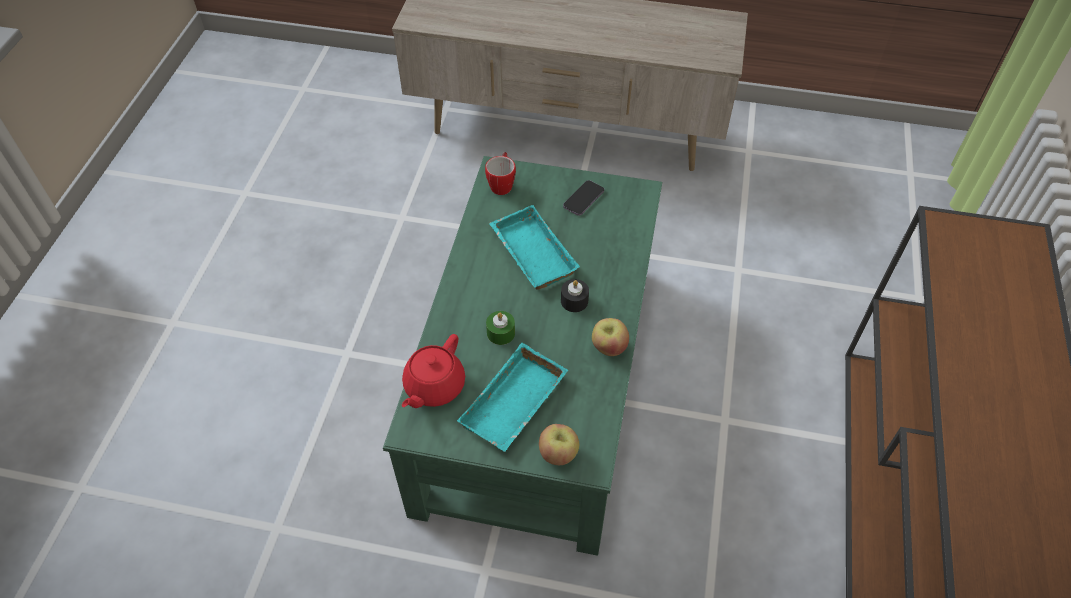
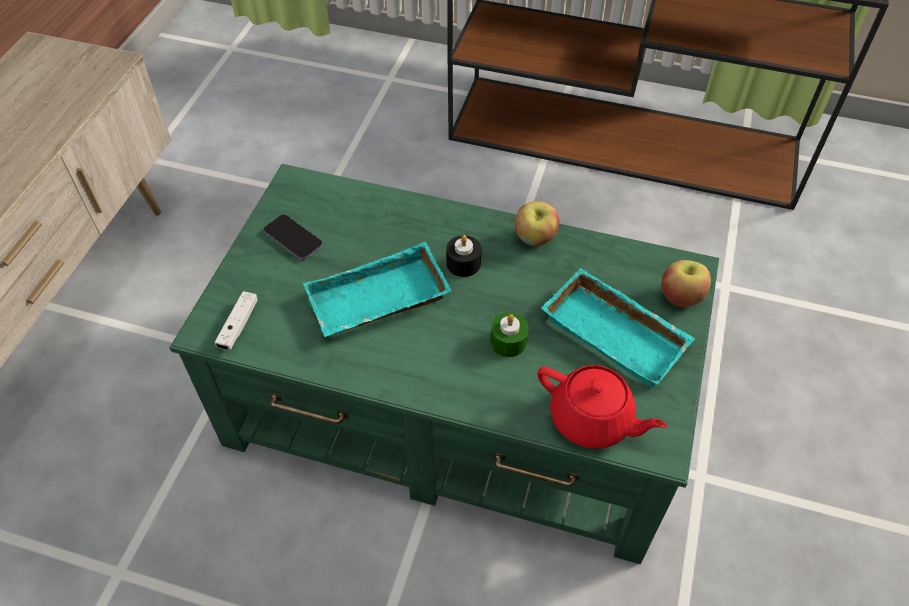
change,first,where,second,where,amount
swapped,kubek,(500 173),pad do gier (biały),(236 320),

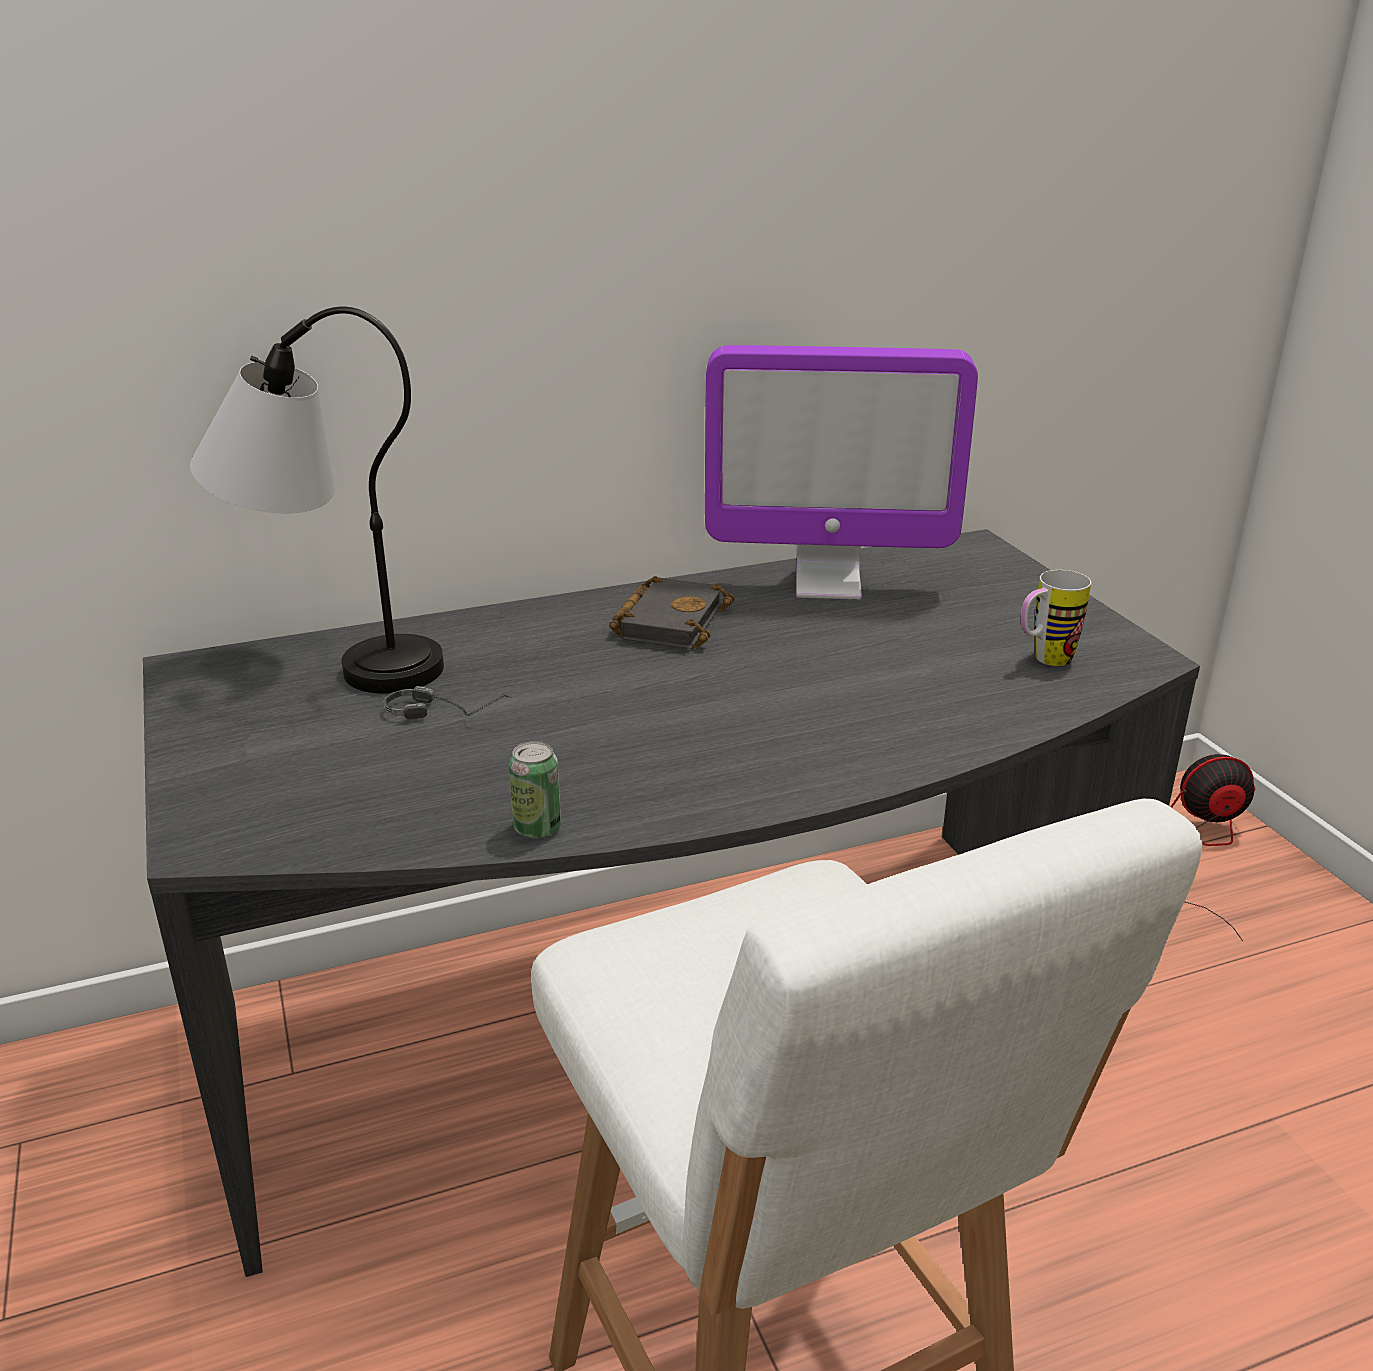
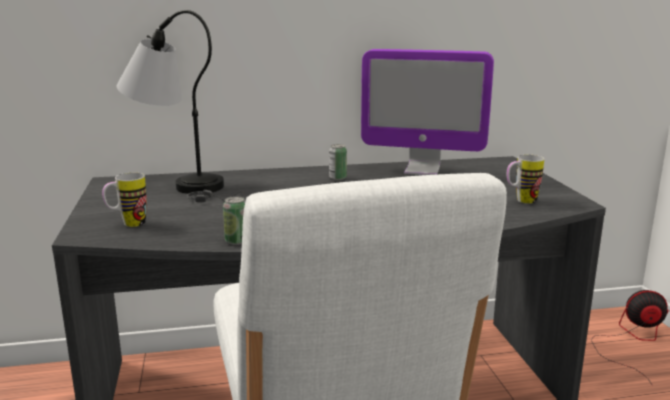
change,first,where,second,where,amount
swapped,książka (czarny),(672 612),puszka,(338 162),
new,,,kubek,(124 200),

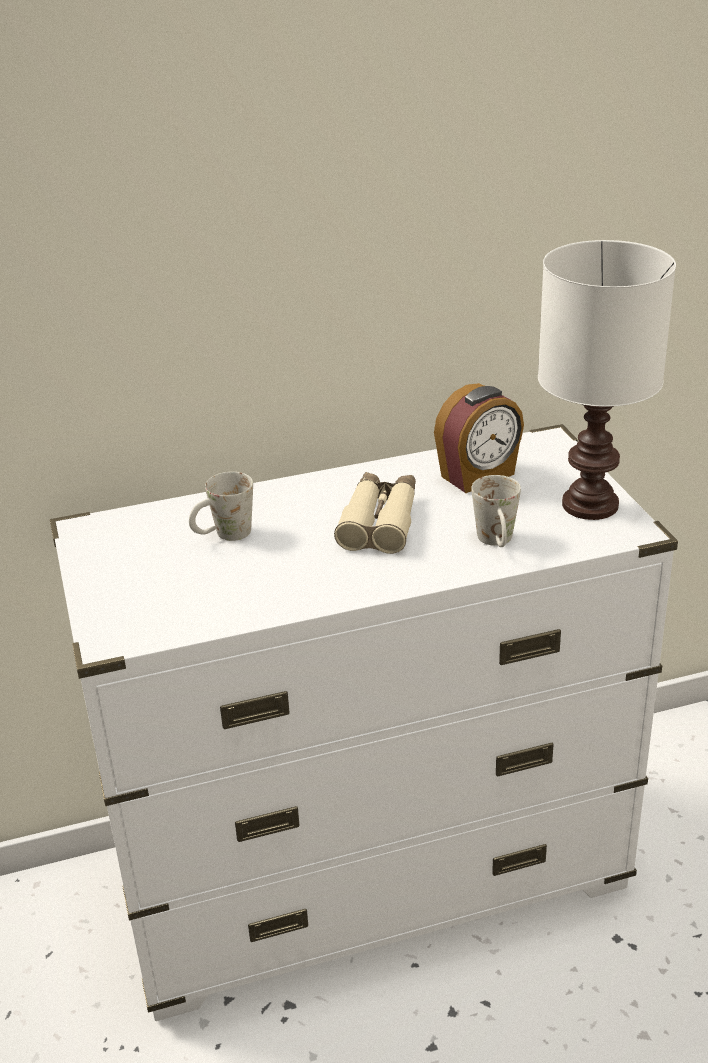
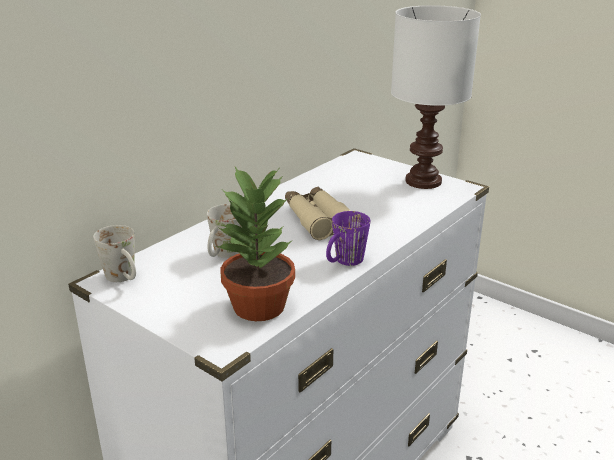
change,first,where,second,where,amount
gone,budzik,(479 438),,,
shifted,kubek (biały),(496 511),,(114 253),
new,,,roślina doniczkowa,(255 244),
new,,,kubek (fioletowy),(348 238),

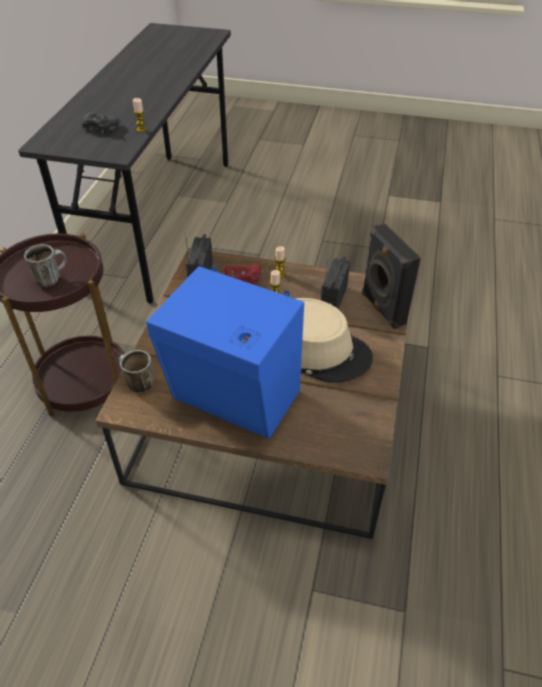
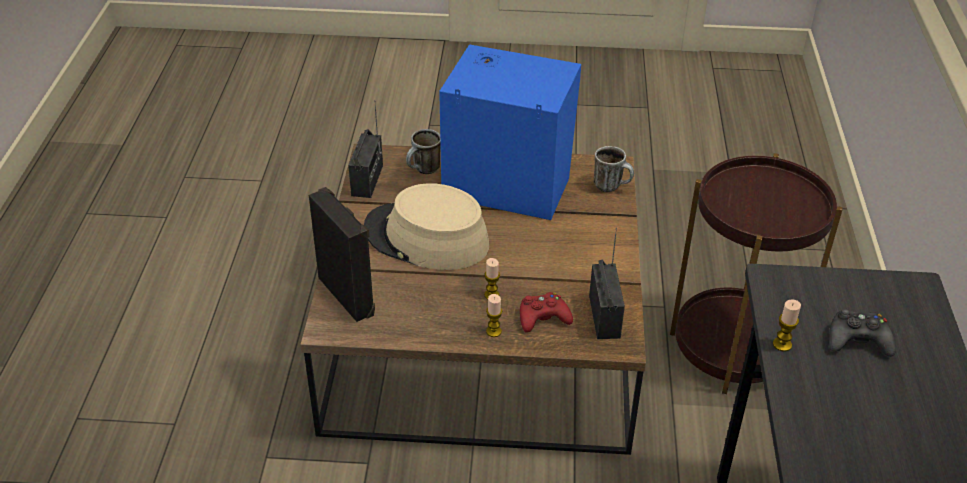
change,first,where,second,where,amount
shifted,kubek,(45 265),,(423 151),
shifted,radio,(335 282),,(365 149),

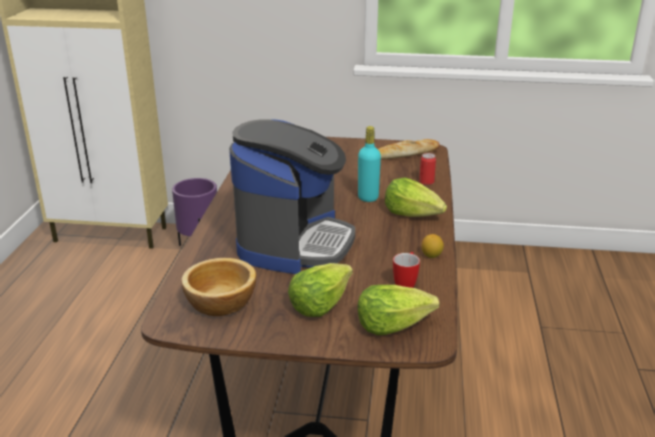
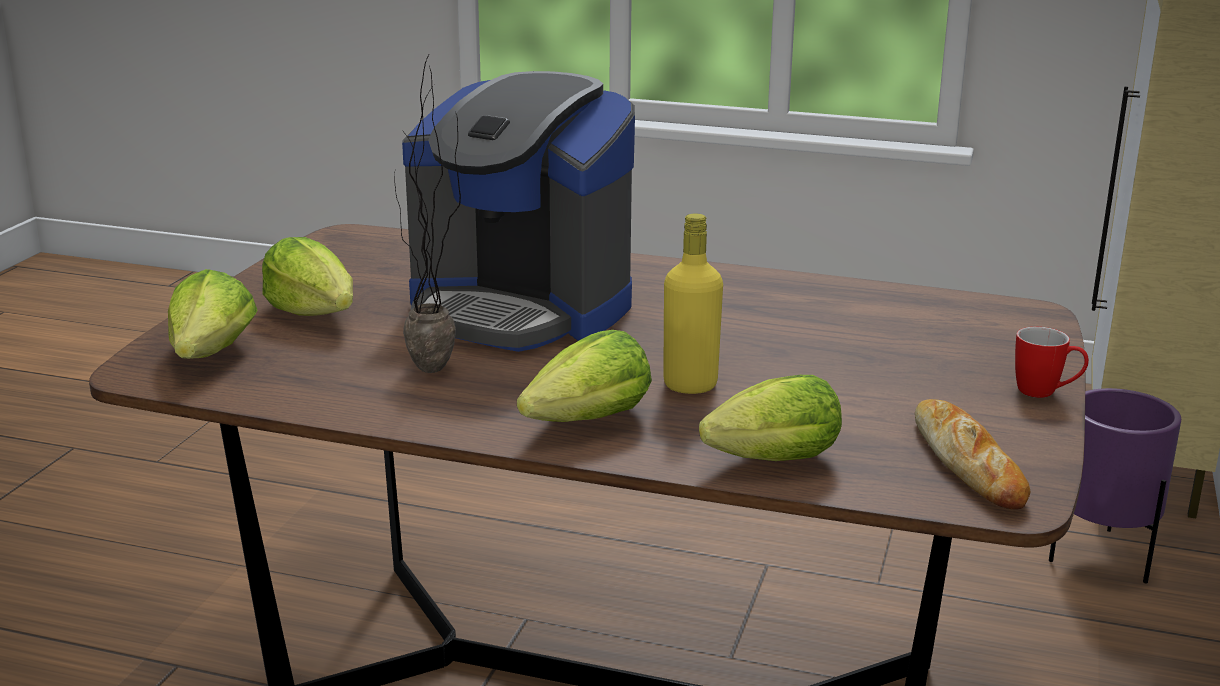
change,first,where,second,where,amount
gone,miska,(218 287),,,
repainted,butelka (turkusowy),(369 164),butelka (żółty),(693 303),
shifted,kubek,(406 270),,(1052 362),
swapped,puszka,(427 169),sałata,(770 418),
gone,cytryna,(433 246),,,
new,,,roślina doniczkowa,(427 213),

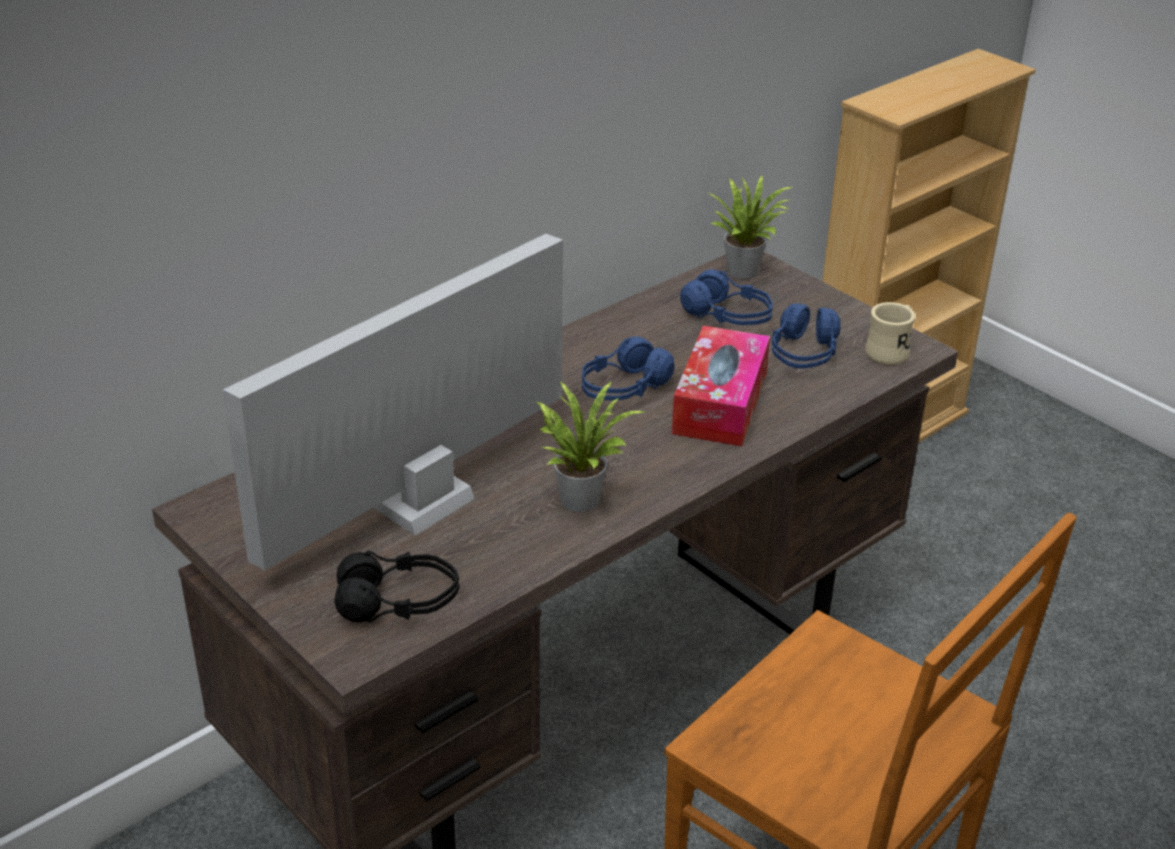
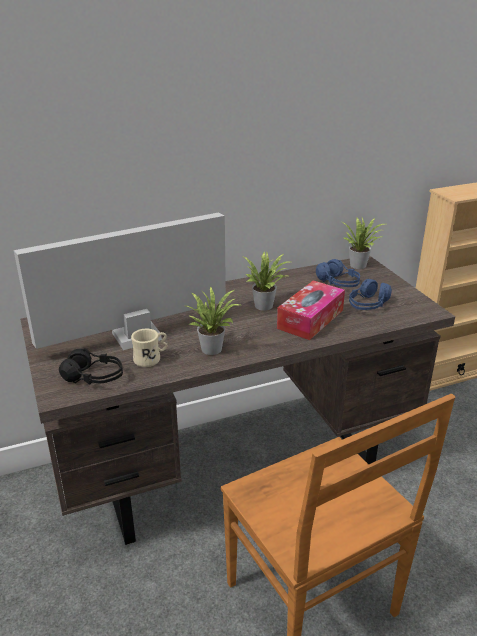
change,first,where,second,where,amount
swapped,słuchawki (niebieski),(628 368),roślina doniczkowa,(267 281),
shifted,kubek (beżowy),(890 333),,(149 348),

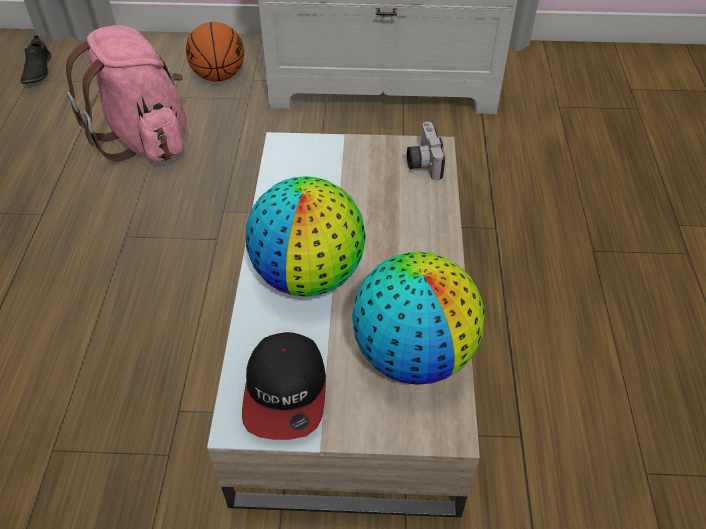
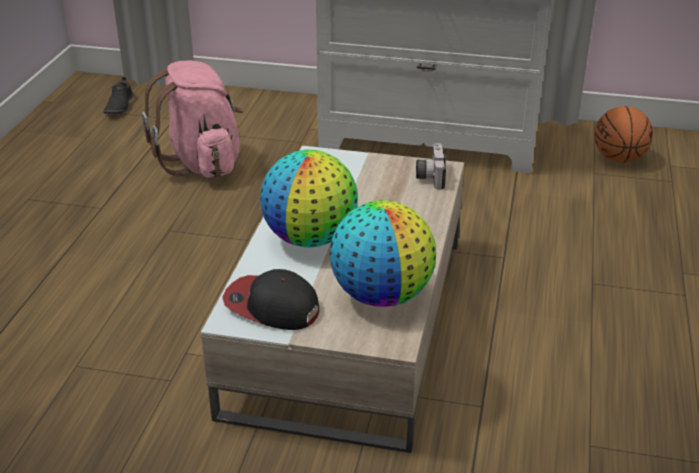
change,first,where,second,where,amount
shifted,piłka do koszykówki,(215 52),,(624 134),
rotated,czapka z daszkiem,(284 386),,(270 299),105 degrees clockwise

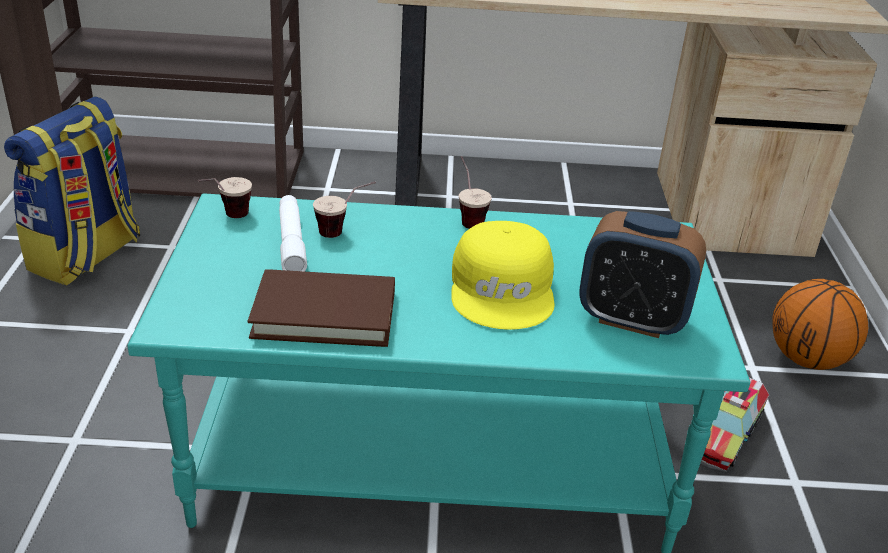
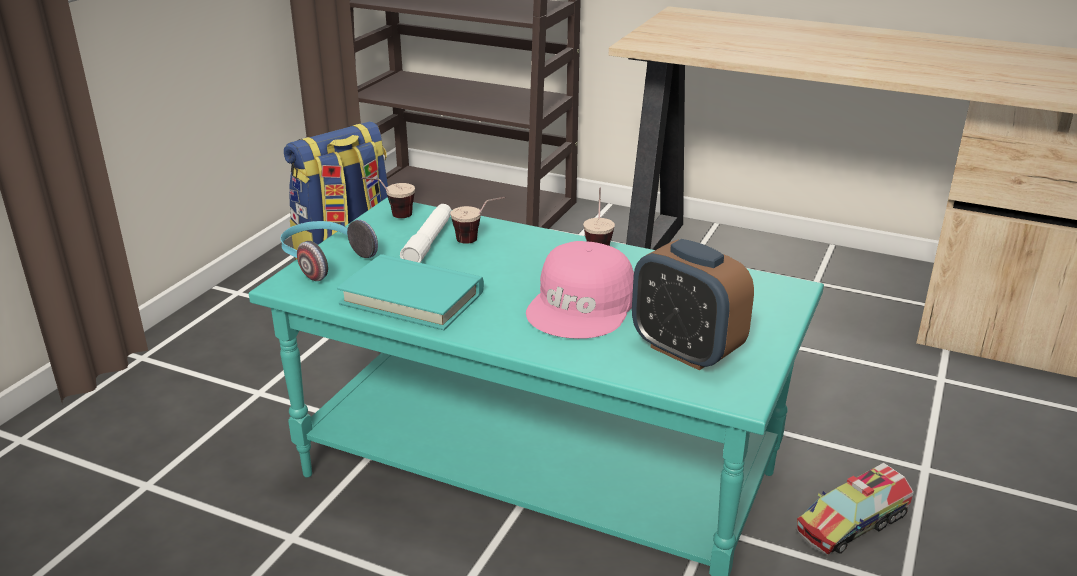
change,first,where,second,where,amount
repainted,książka (brązowy),(321 308),książka (turkusowy),(410 292),
repainted,czapka z daszkiem (żółty),(503 275),czapka z daszkiem (różowy),(580 290),
gone,piłka do koszykówki,(820 324),,,
new,,,słuchawki,(329 250),

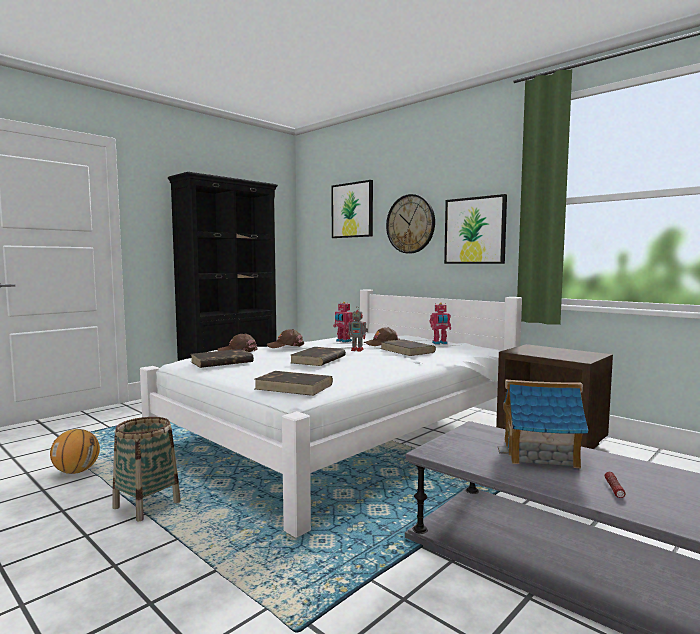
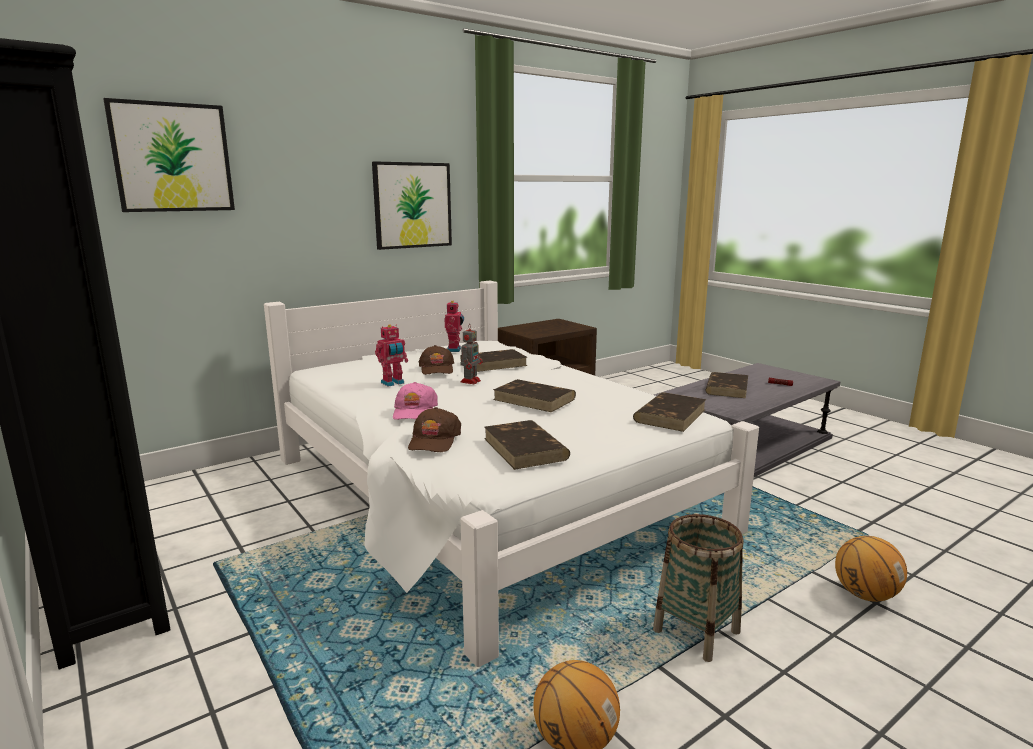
change,first,where,second,where,amount
repainted,czapka z daszkiem (brązowy),(285 338),czapka z daszkiem (różowy),(415 401),
gone,zegar ścienny,(410 224),,,
swapped,domek,(543 423),książka (brązowy),(726 385),
new,,,piłka do koszykówki,(871 569),

